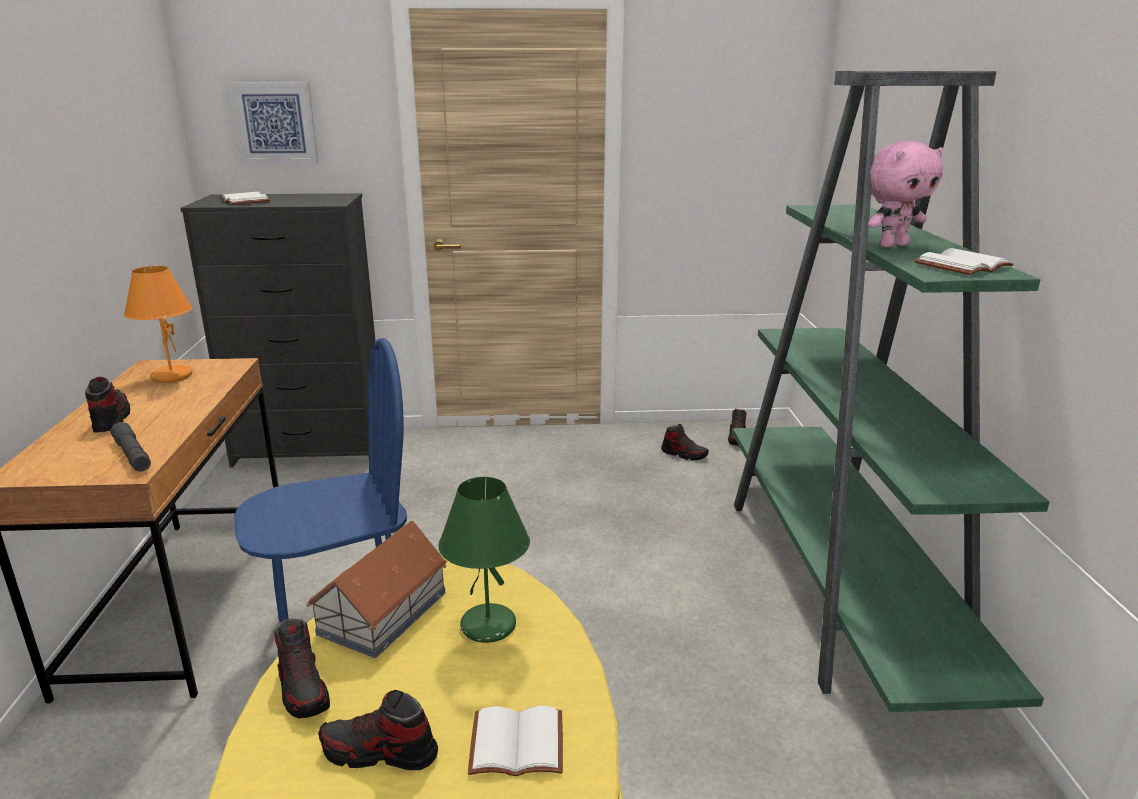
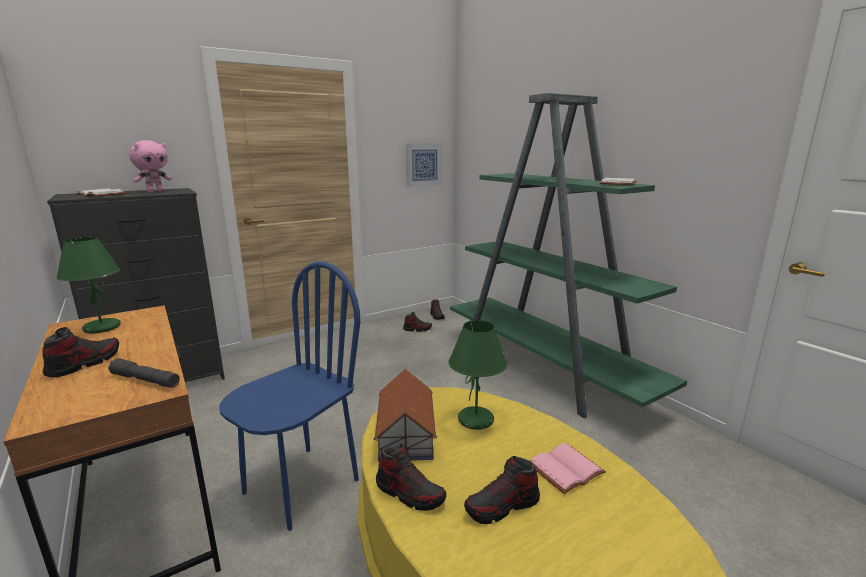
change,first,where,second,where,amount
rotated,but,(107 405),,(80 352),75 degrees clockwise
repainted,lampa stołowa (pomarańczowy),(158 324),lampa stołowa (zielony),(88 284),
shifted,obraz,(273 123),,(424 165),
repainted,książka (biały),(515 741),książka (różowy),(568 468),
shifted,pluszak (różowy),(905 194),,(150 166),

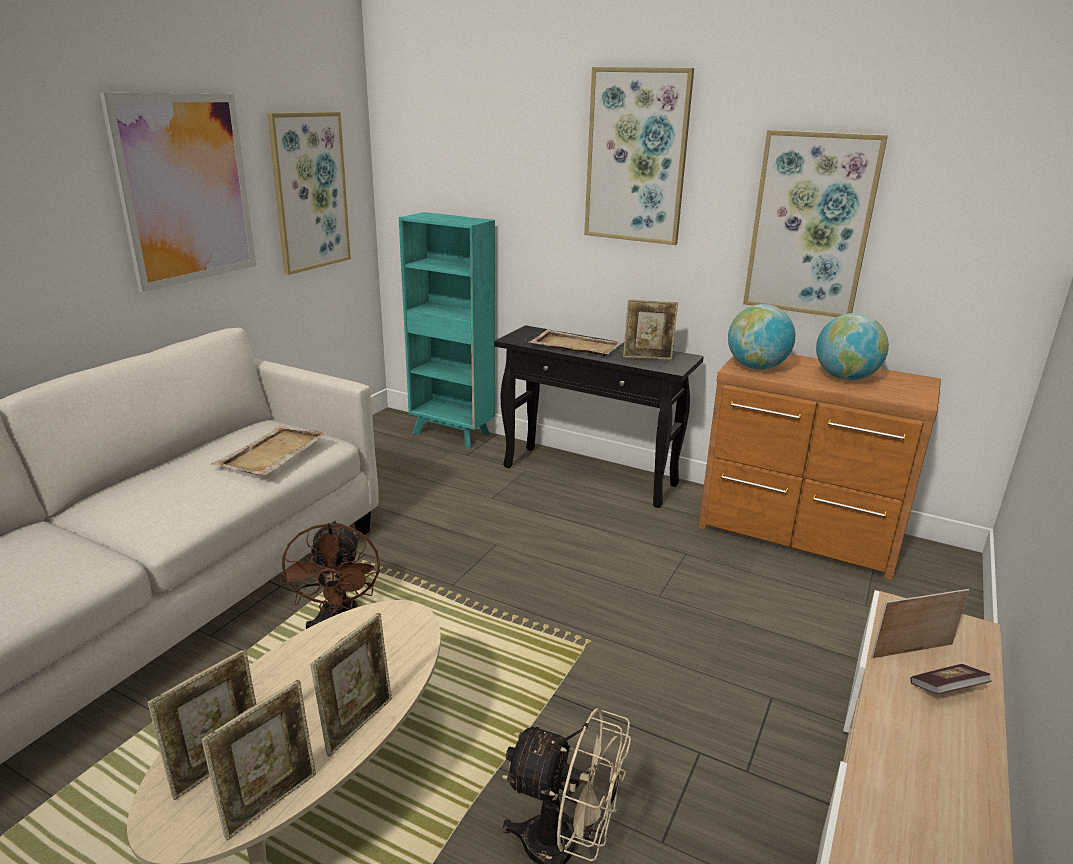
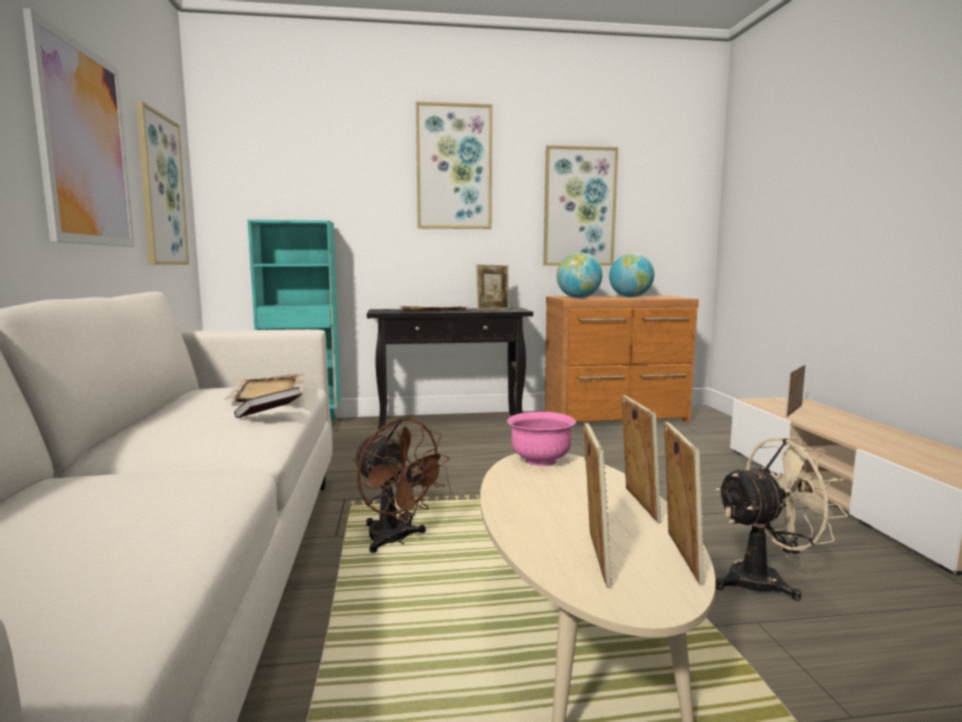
change,first,where,second,where,amount
shifted,książka,(951 679),,(268 402),
new,,,miska (różowy),(541 439),

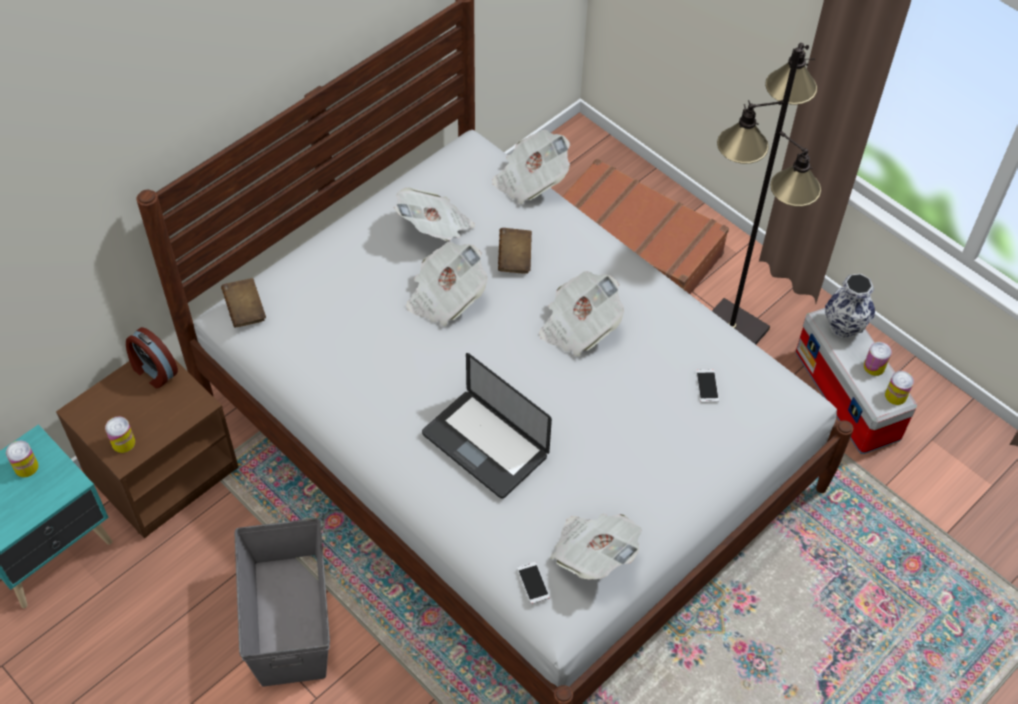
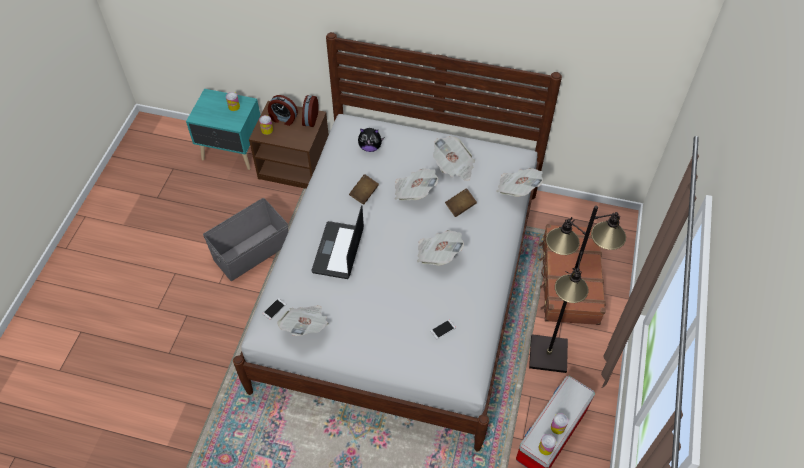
change,first,where,second,where,amount
shifted,książka (brązowy),(243 303),,(364 189),
gone,wazon,(850 306),,,
new,,,budzik,(283 110),
new,,,pluszak,(371 140),

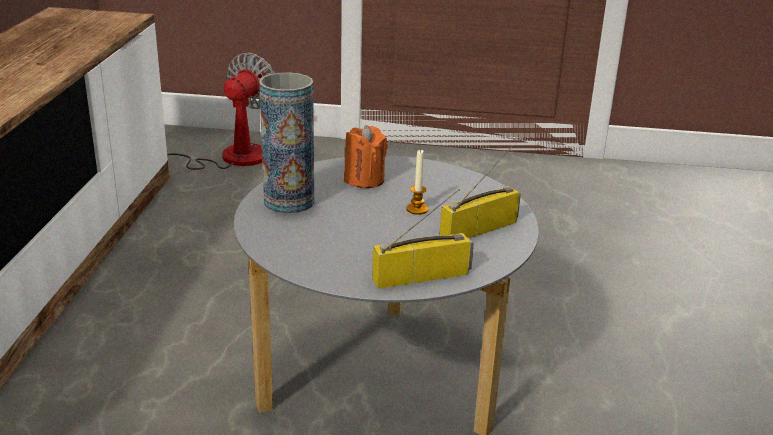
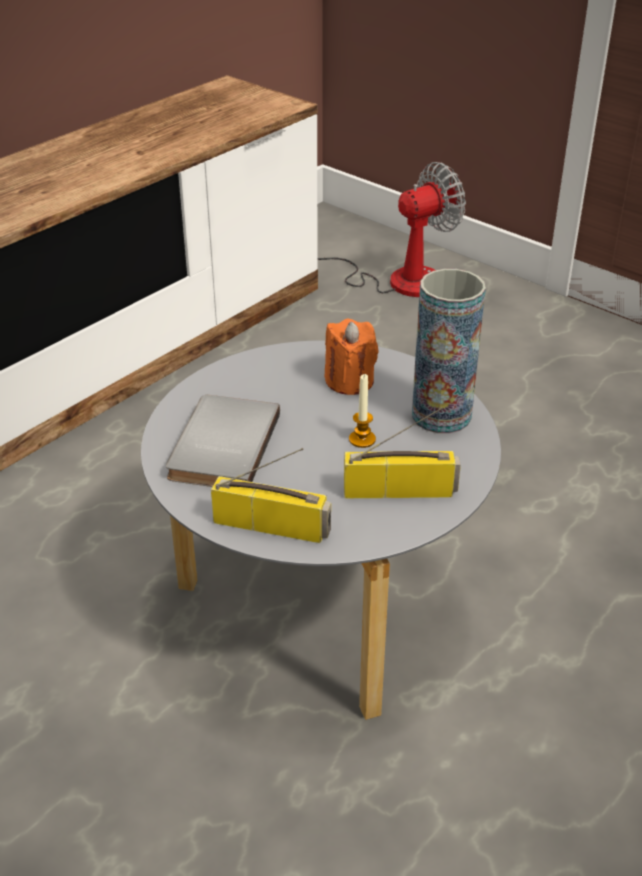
change,first,where,second,where,amount
shifted,wazon,(286 143),,(449 351),
new,,,książka (szary),(223 441),

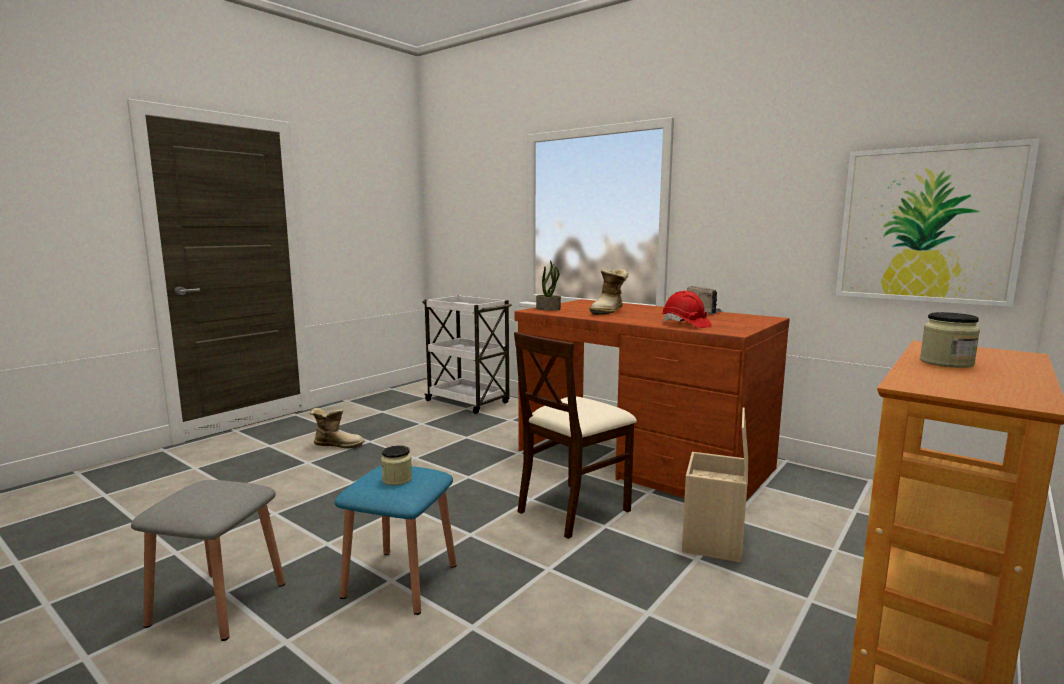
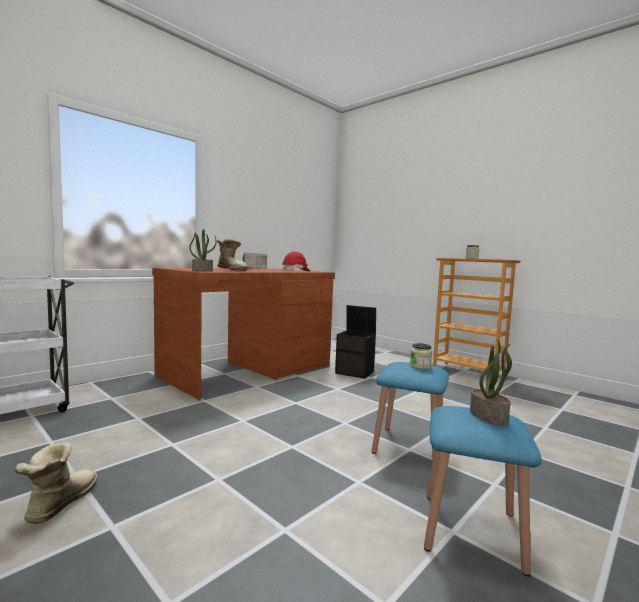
change,first,where,second,where,amount
repainted,stołek (szary),(208 560),stołek (niebieski),(483 491),
gone,krzesło (beżowy),(575 435),,,
repainted,pojemnik do przechowywania (beżowy),(715 485),pojemnik do przechowywania (czarny),(355 342),
gone,obraz,(938 223),,,
new,,,roślina doniczkowa,(491 382),

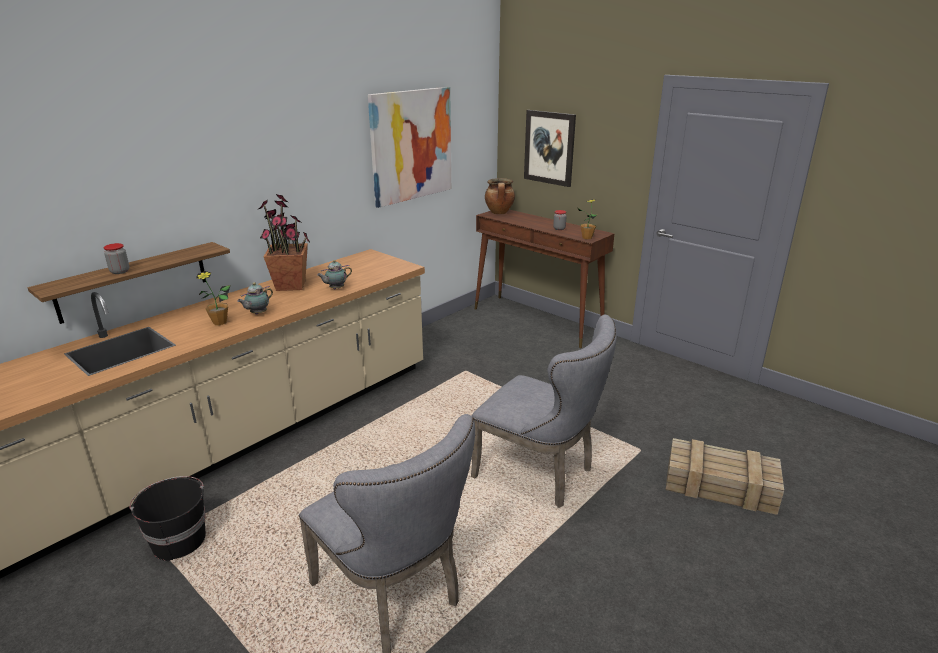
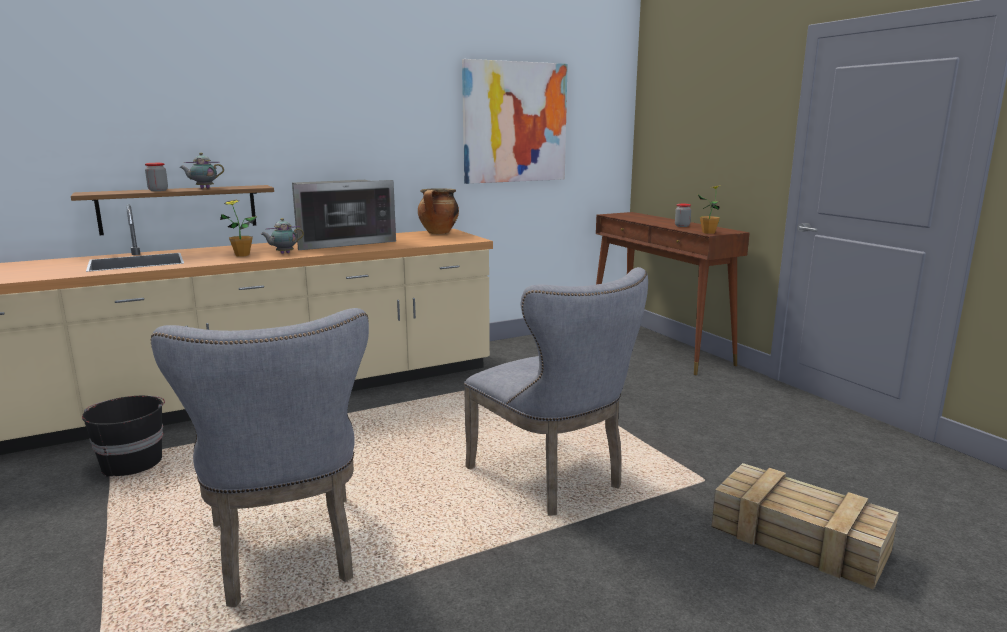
change,first,where,second,where,amount
swapped,roślina doniczkowa,(284 242),mikrofalówka,(344 215),
shifted,imbryk,(334 274),,(202 171),
shifted,garnek,(500 196),,(438 211),
gone,obraz,(550 148),,,

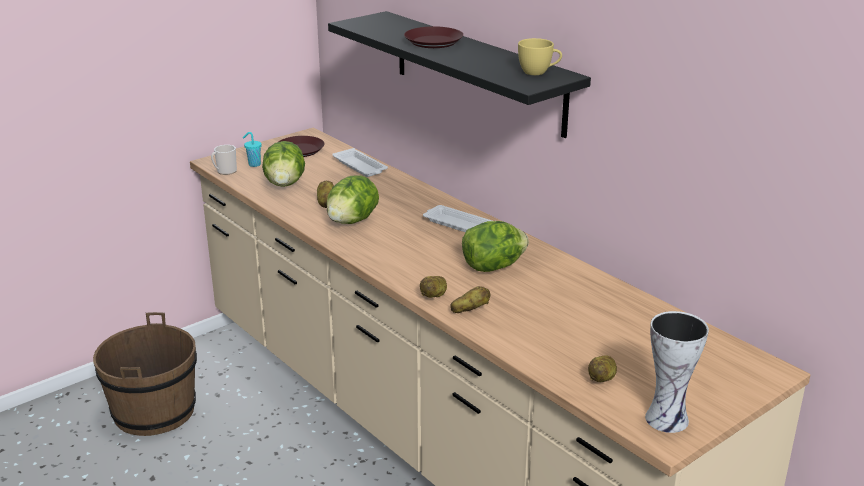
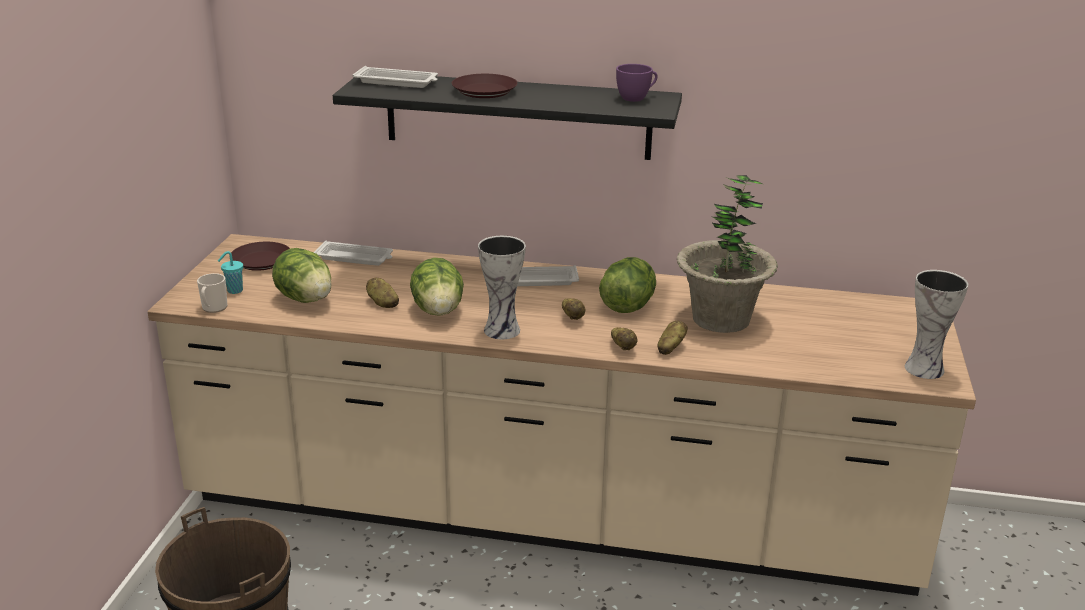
change,first,where,second,where,amount
repainted,filiżanka (żółty),(540 56),filiżanka (fioletowy),(636 83),
shifted,ziemniak,(602 368),,(573 309),
new,,,taca (biały),(395 77),
new,,,wazon,(502 287),
new,,,roślina doniczkowa,(727 254),

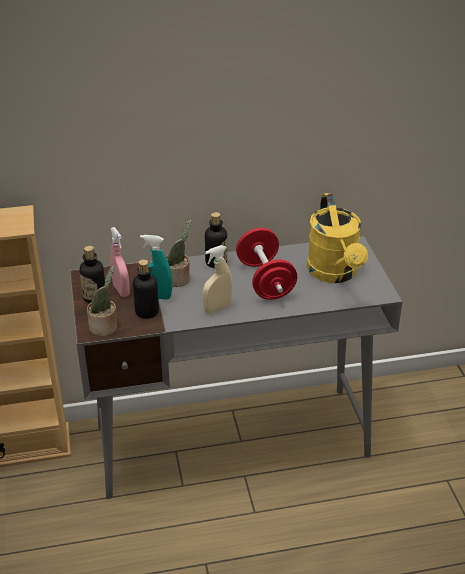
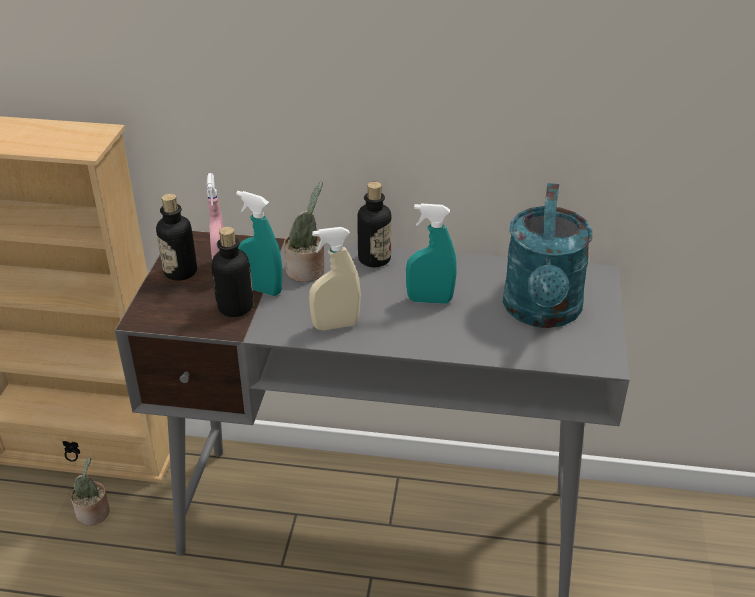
change,first,where,second,where,amount
shifted,roślina doniczkowa,(102 301),,(90 491),
swapped,hantel (czerwony),(266 264),spryskiwacz (turkusowy),(431 253),
repainted,konewka (żółty),(337 238),konewka (turkusowy),(547 255),

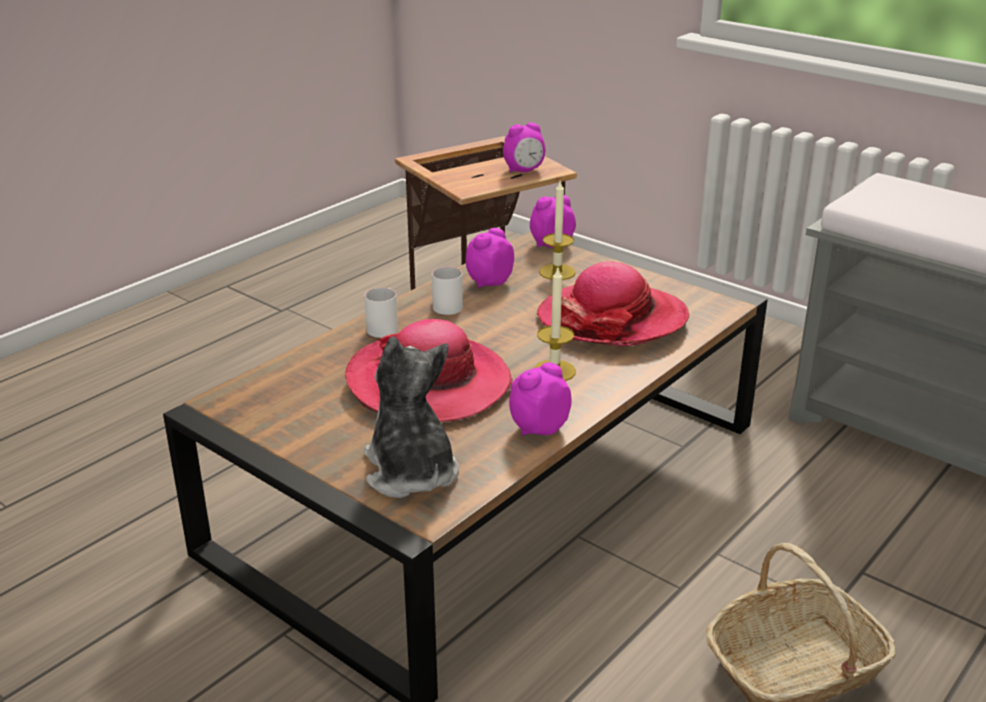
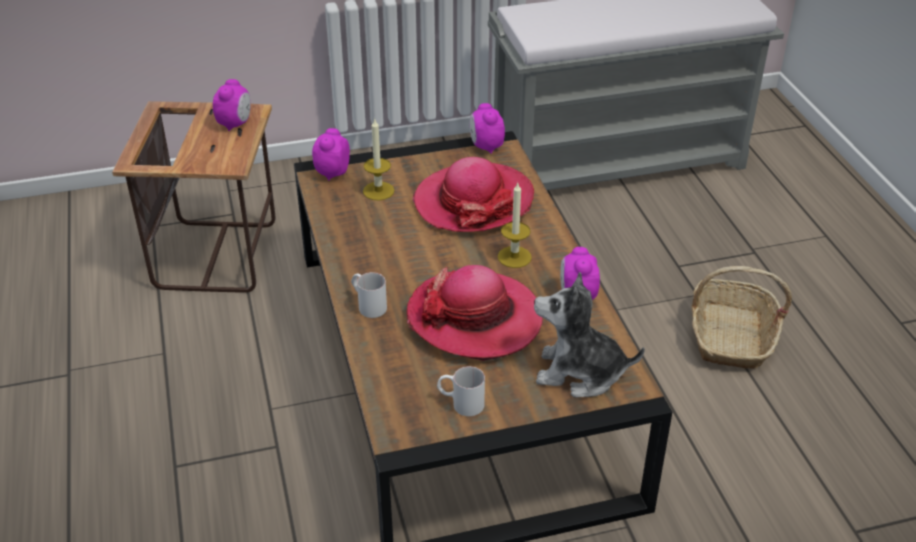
change,first,where,second,where,amount
shifted,kubek (biały),(447 291),,(461 391),
shifted,budzik,(490 258),,(487 128),

